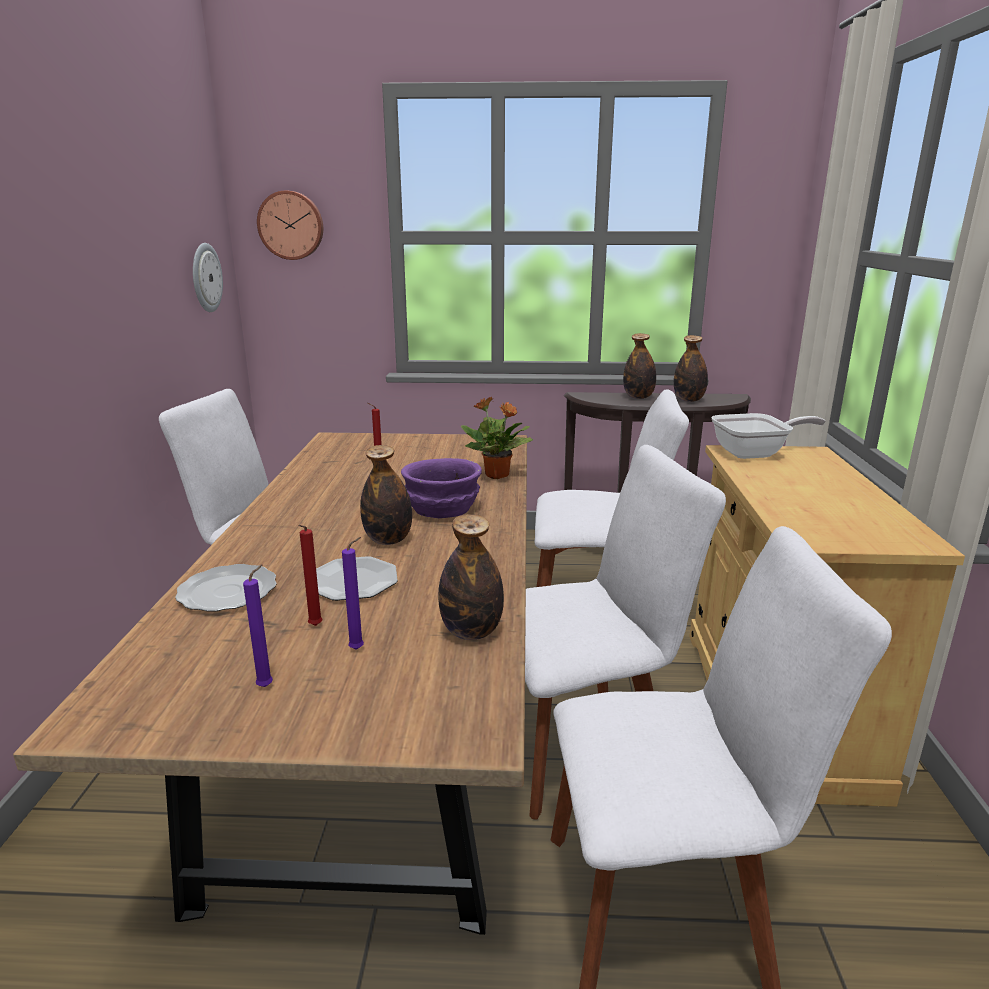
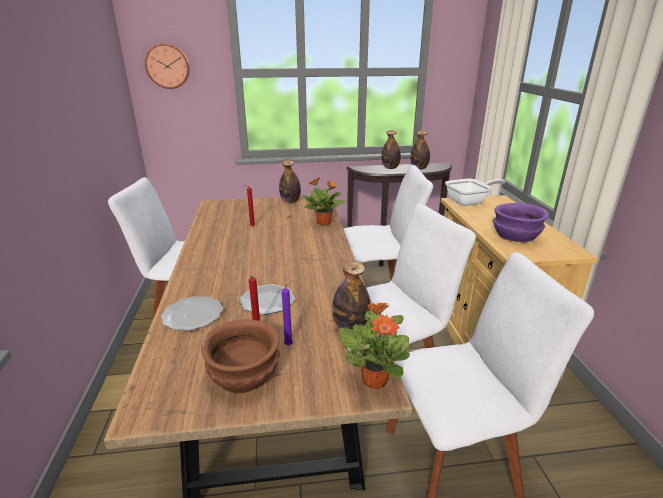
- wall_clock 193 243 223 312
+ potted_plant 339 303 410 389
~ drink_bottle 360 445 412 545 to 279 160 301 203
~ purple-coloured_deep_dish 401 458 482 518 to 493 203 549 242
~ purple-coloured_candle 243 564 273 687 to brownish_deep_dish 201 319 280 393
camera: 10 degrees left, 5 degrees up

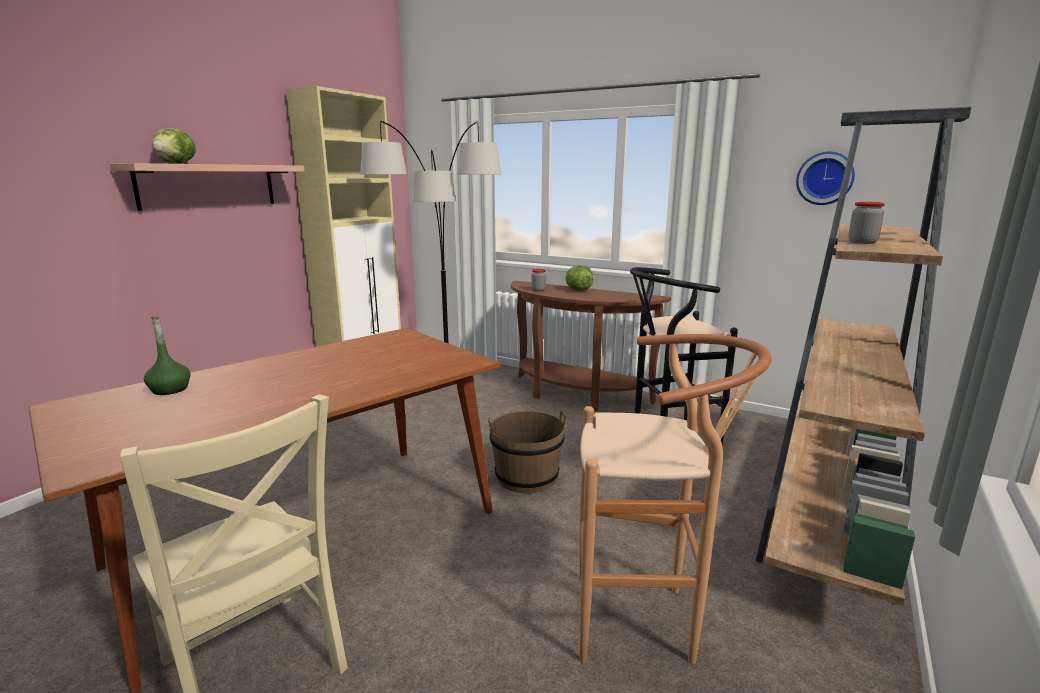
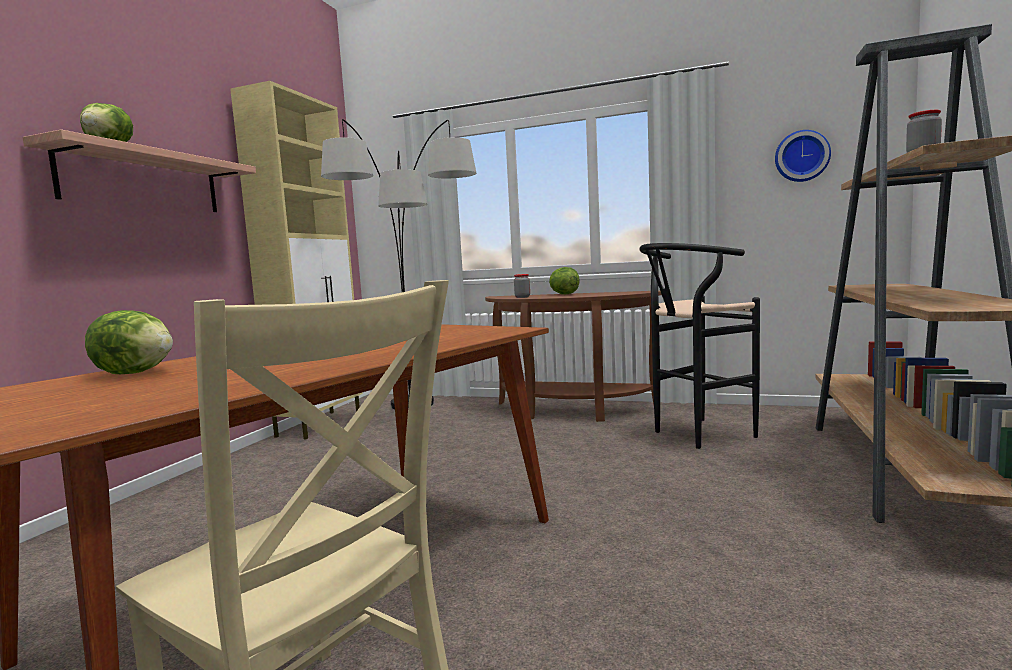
- brownish_pail 488 410 566 493
- brownish_sitting_stool 579 334 772 664
~ greenish_drink_bottle 144 317 190 395 to lettuce 85 310 173 374
camera: 10 degrees left, 10 degrees down

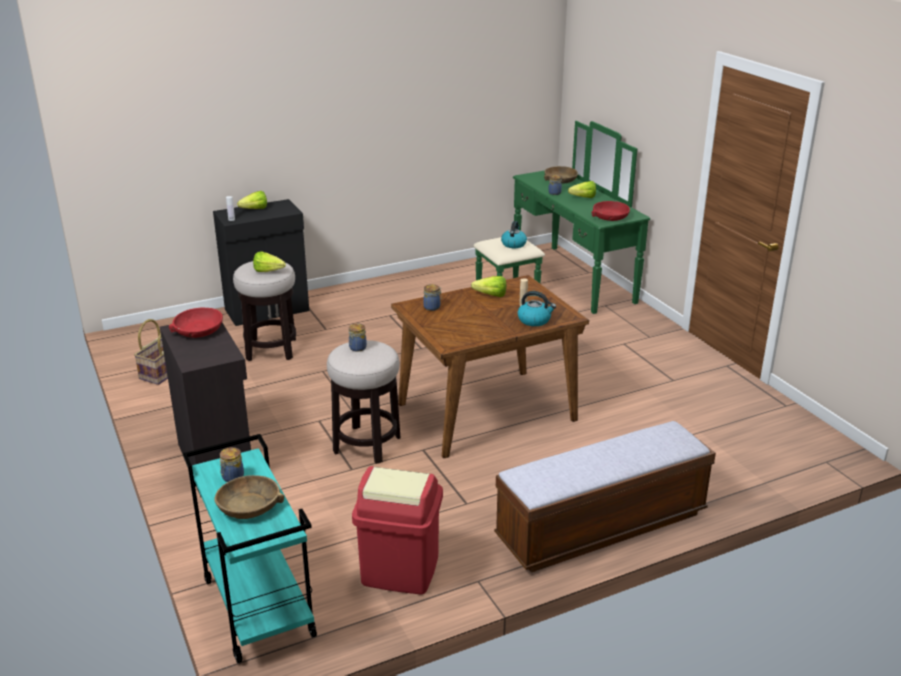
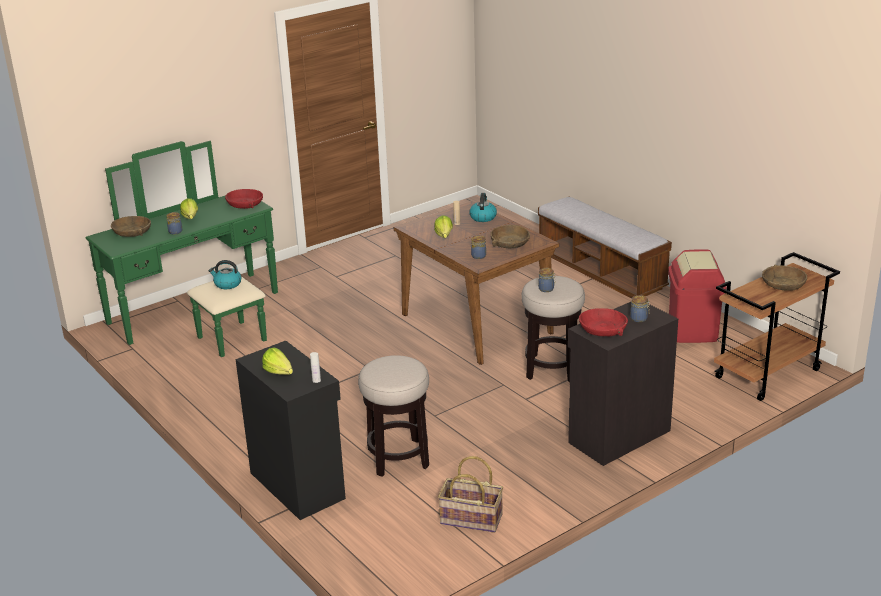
- lettuce 253 251 286 272
+ brownish_deep_dish 490 225 530 248
~ preserve_jar 219 447 244 482 to 630 295 650 322
~ turquoise-coloured_cart 183 434 317 663 to brownish_cart 714 252 840 401
camera: 100 degrees left, 0 degrees up

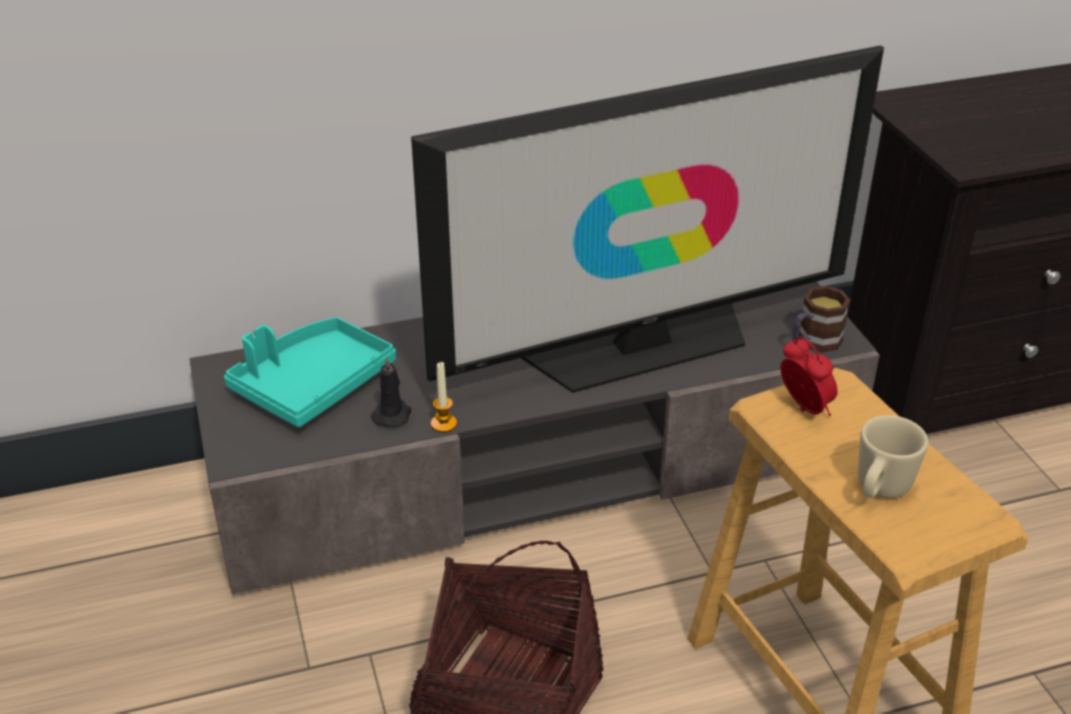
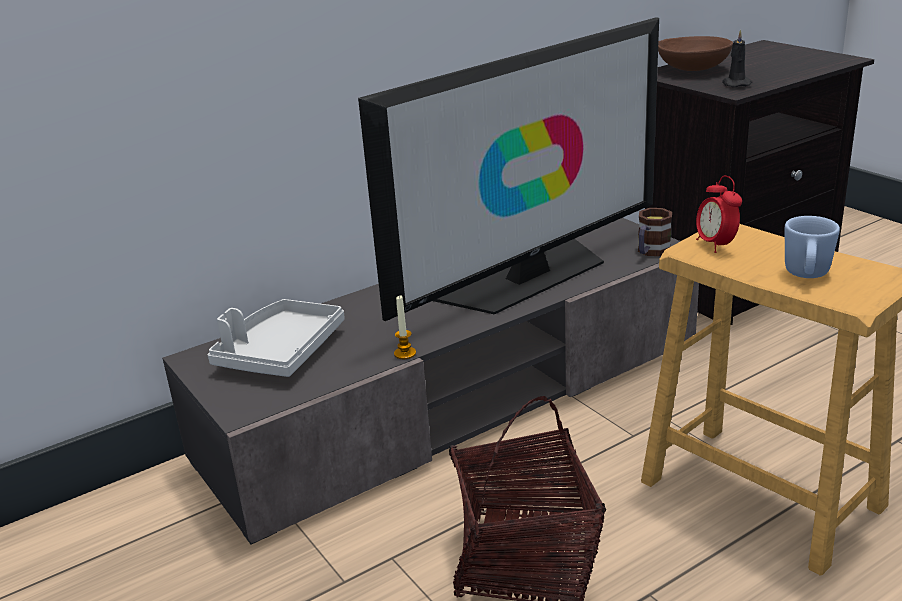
+ brownish_deep_dish 658 36 733 71
~ black-coloured_candle 371 357 411 428 to 722 29 752 87
~ turquoise-coloured_carrying_tray 224 317 396 427 to grey_carrying_tray 207 299 345 377
~ beige-coloured_tea_mug 858 415 928 498 to blue_tea_mug 785 216 840 278
~ table_clock 780 336 838 416 = 696 175 742 253 150 degrees counterclockwise
camera: 15 degrees left, 10 degrees down

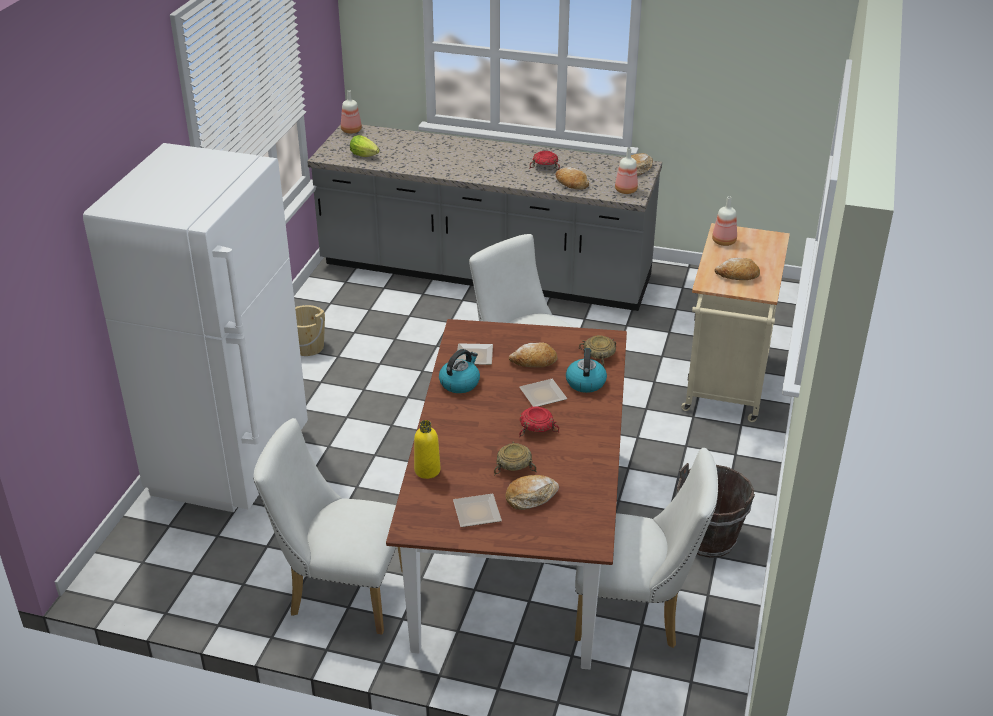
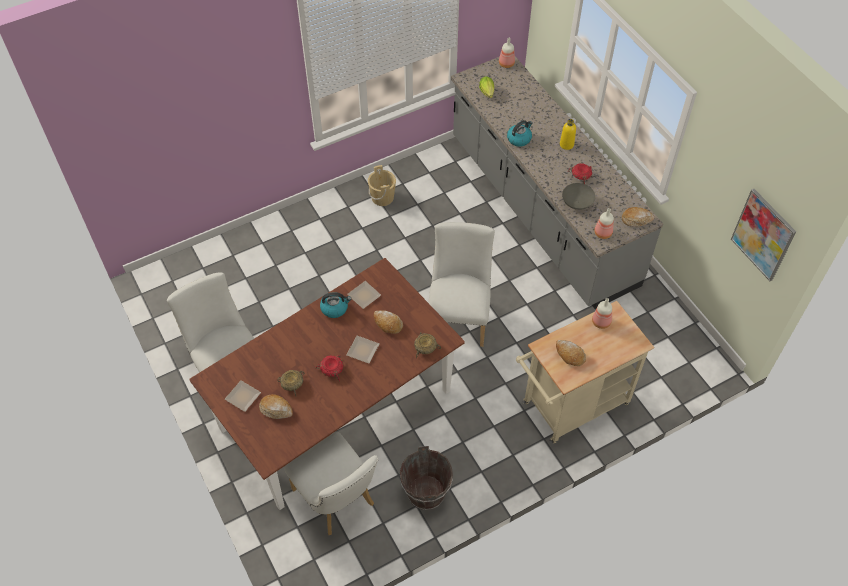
- white-coloured_fridge 83 143 308 512
+ wall_art 731 189 796 281
~ yellowish_drink_bottle 414 420 440 479 to 560 119 576 150
~ kettle 566 348 607 393 to 507 120 533 147
~ bakery_bread 556 167 589 190 to grey_deep_dish 562 183 595 210
camera: 45 degrees right, 20 degrees up

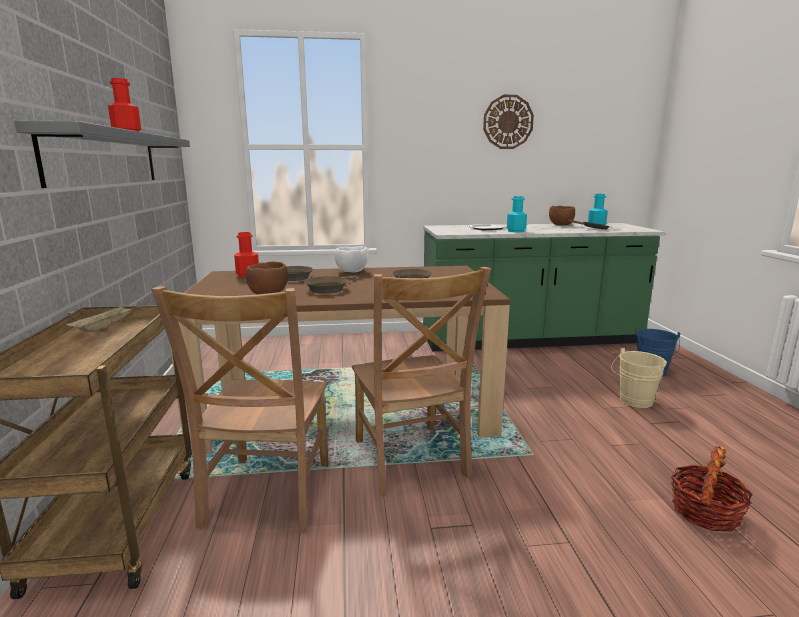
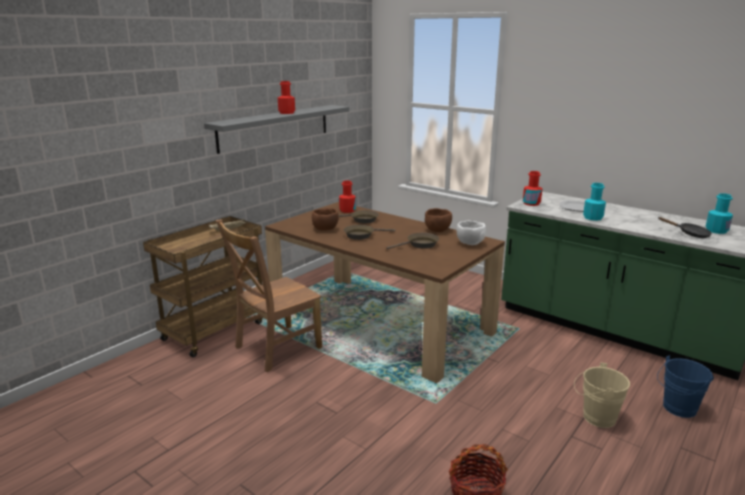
- brownish_plain_chair 352 267 491 496
- wall_clock 483 95 534 149
+ red_drink_bottle 523 171 543 206
~ white-coloured_deep_dish 335 246 368 272 to 457 220 486 245
~ brownish_deep_dish 549 206 575 225 to 425 208 452 232
camera: 45 degrees right, 5 degrees up

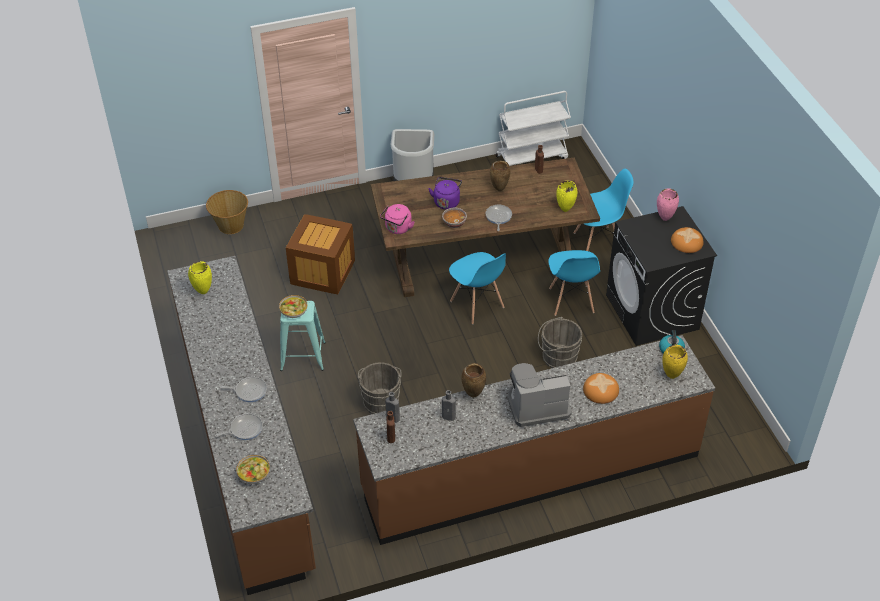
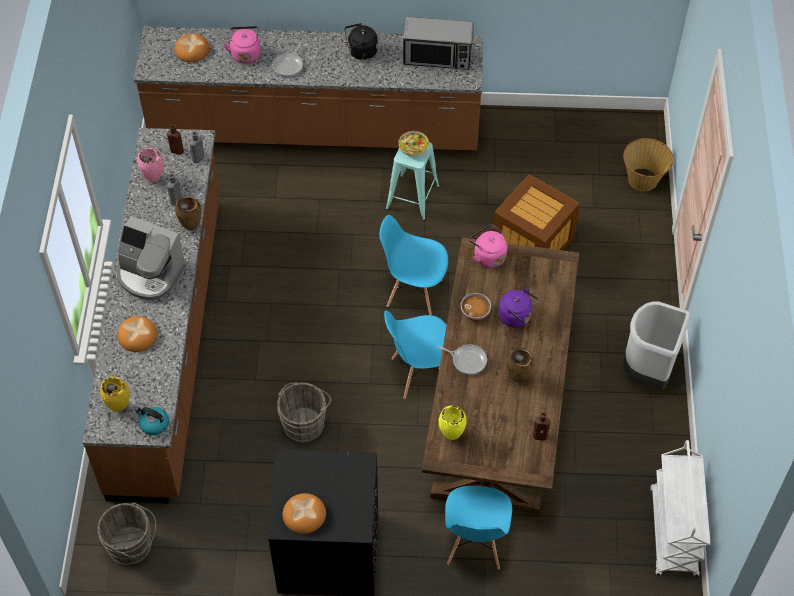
+ black-coloured_kettle 345 23 378 60
~ grey_pail 358 362 401 414 to 97 502 156 565
~ blue_plain_chair 548 250 600 316 to 380 215 448 315
~ pink-coloured_flower_vase 657 188 679 221 to 137 148 164 183
~ yellowish_flower_vase 188 261 212 294 to kitchen_microwave 403 17 474 70
~ skillet 215 413 263 440 to pink-coloured_kettle 223 26 261 64
~ deep_dish 236 455 270 484 to bakery_bread 174 33 209 62
~ coffee_machine 508 363 572 427 = 116 216 186 300 105 degrees clockwise
camera: 110 degrees right, 10 degrees up

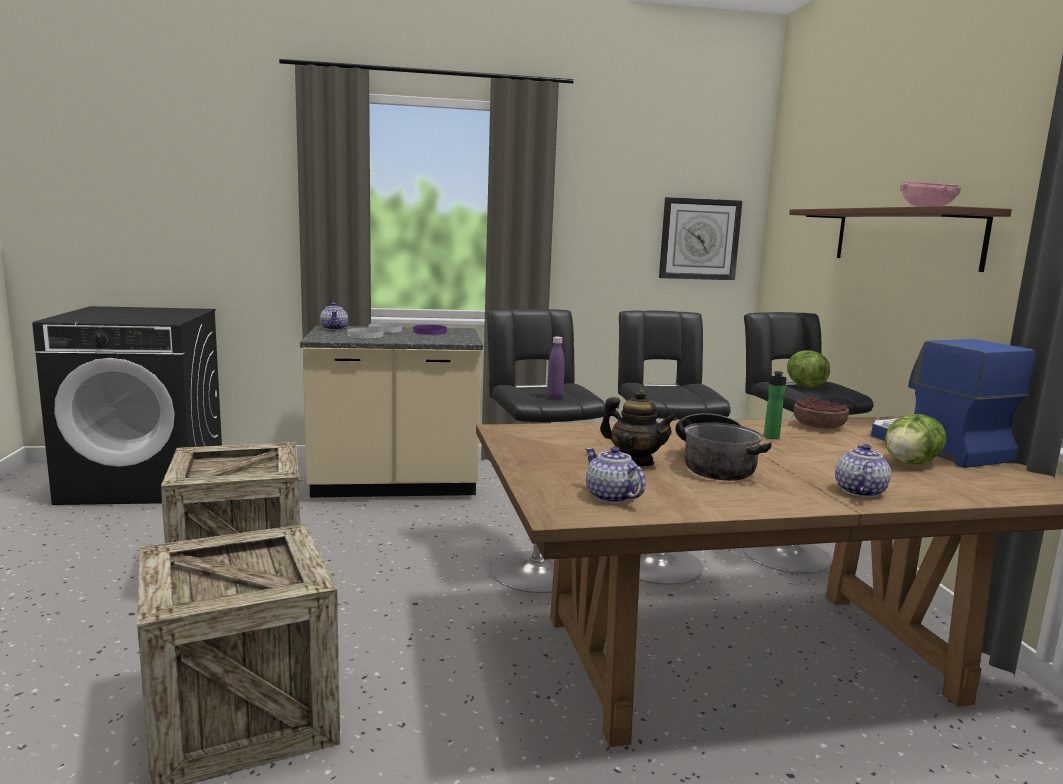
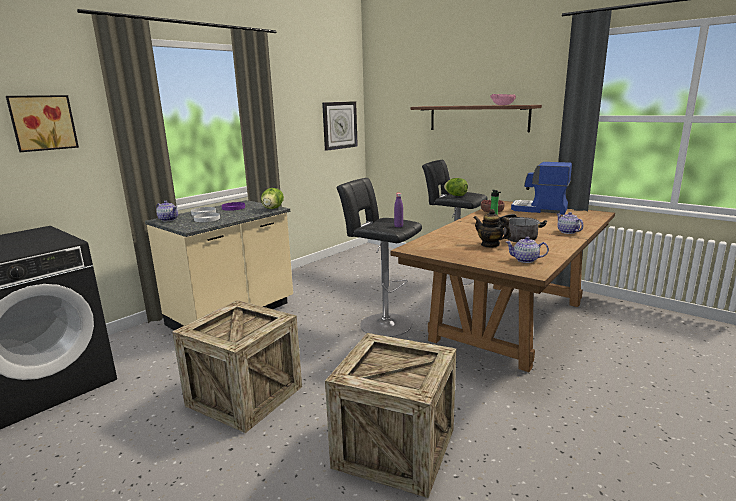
- black-coloured_sitting_stool 618 311 731 584
+ wall_art 6 95 79 152
~ lettuce 885 414 946 464 to 261 188 284 209
~ pot_for_tea 600 388 677 466 = 474 209 511 248 135 degrees counterclockwise
camera: 40 degrees left, 5 degrees up

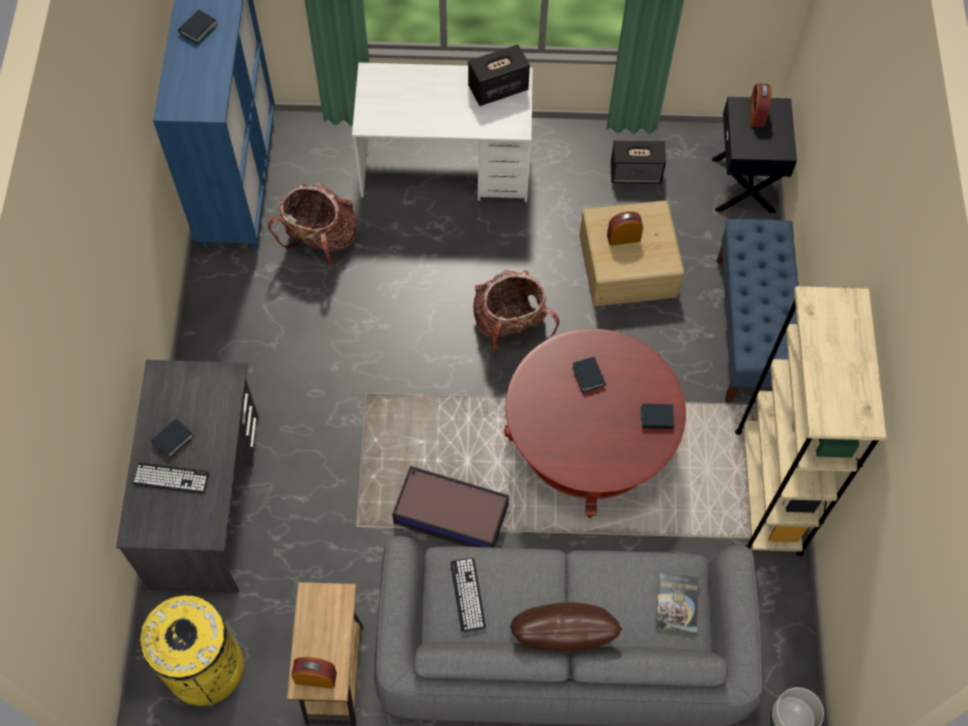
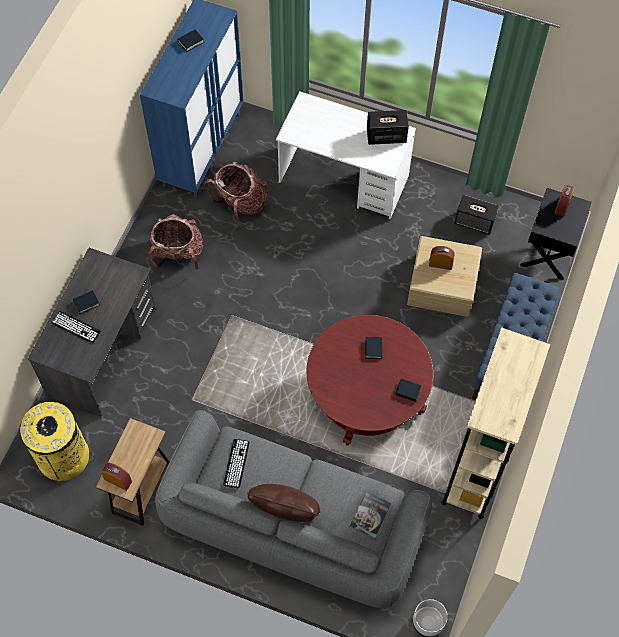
- storage_box 392 466 509 548
~ knapsack 473 270 559 350 to 148 214 203 269
camera: 20 degrees right, 0 degrees up

